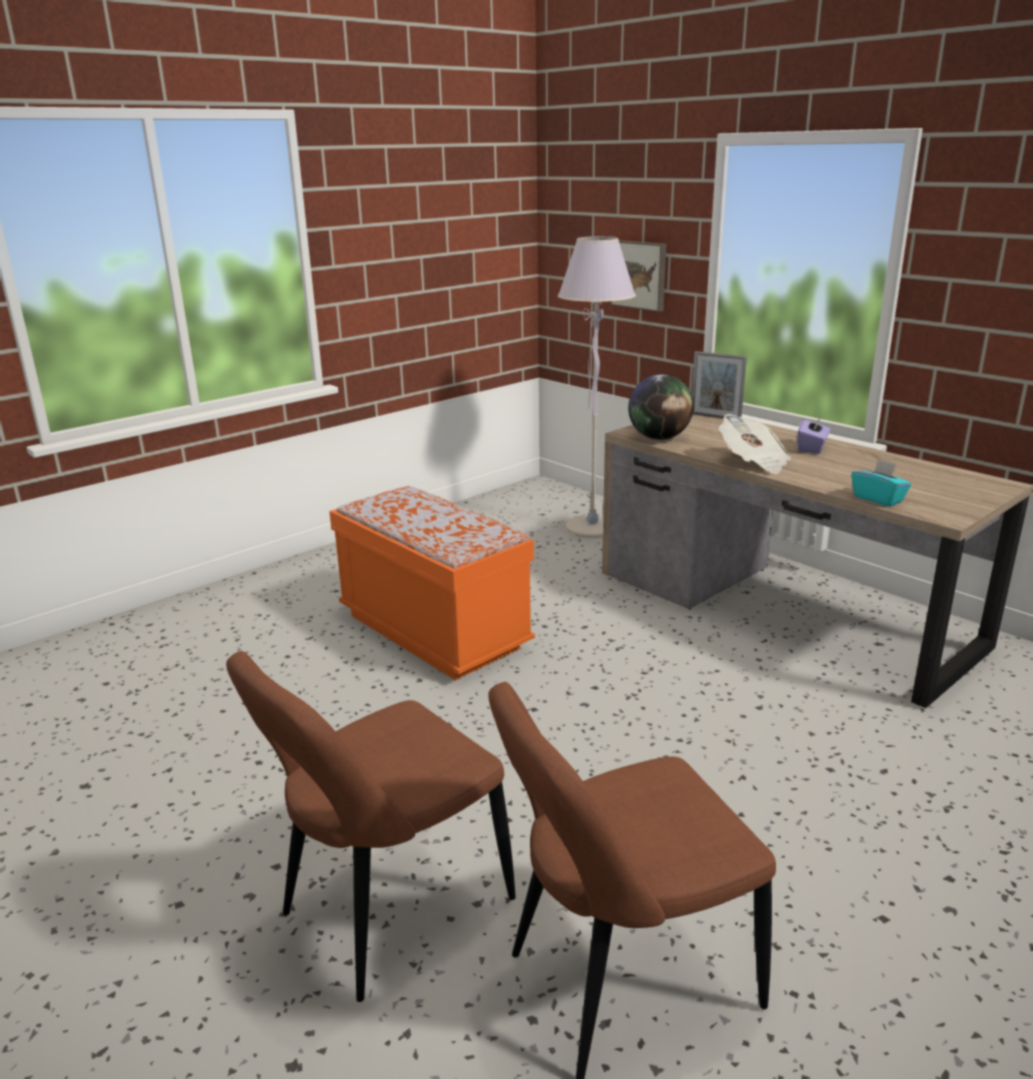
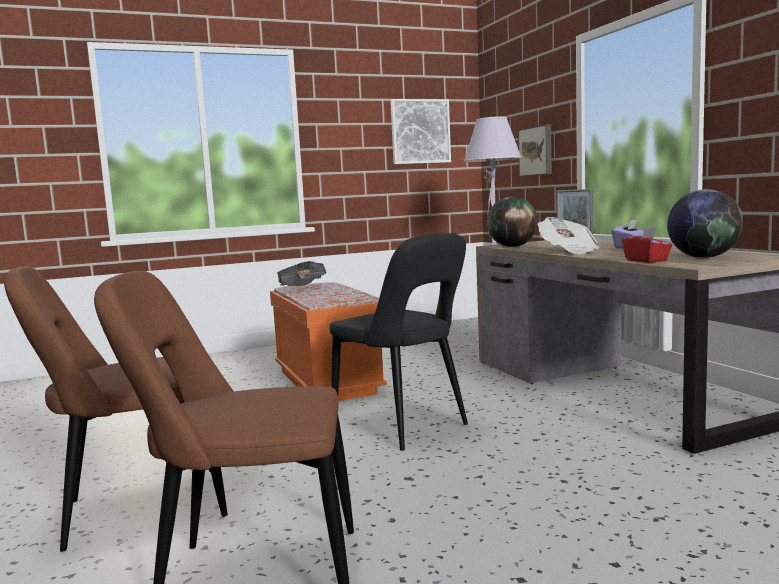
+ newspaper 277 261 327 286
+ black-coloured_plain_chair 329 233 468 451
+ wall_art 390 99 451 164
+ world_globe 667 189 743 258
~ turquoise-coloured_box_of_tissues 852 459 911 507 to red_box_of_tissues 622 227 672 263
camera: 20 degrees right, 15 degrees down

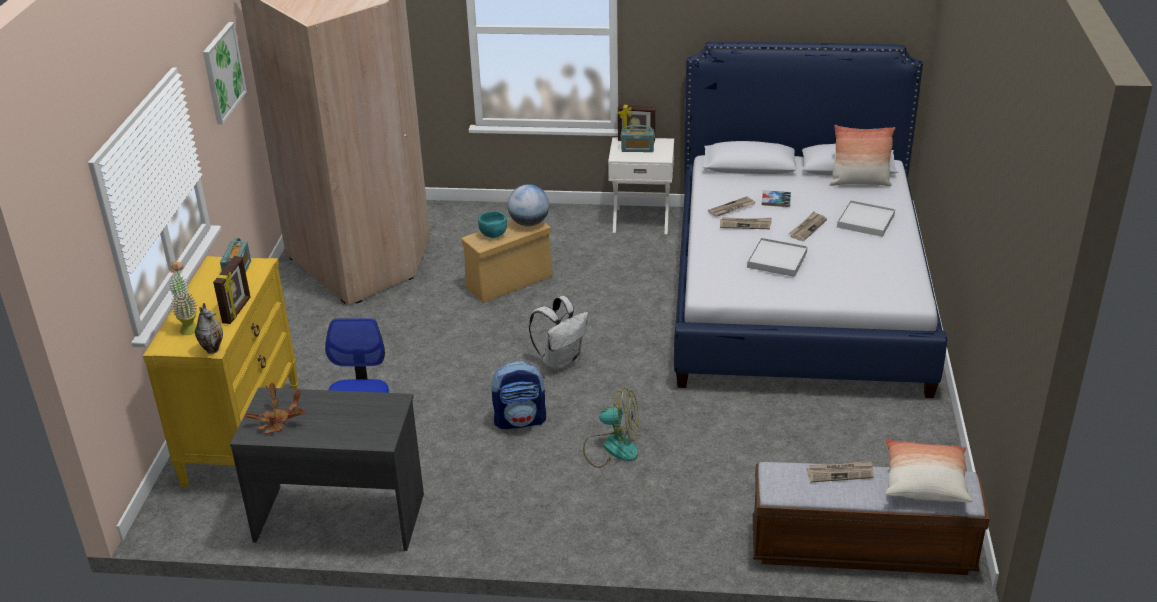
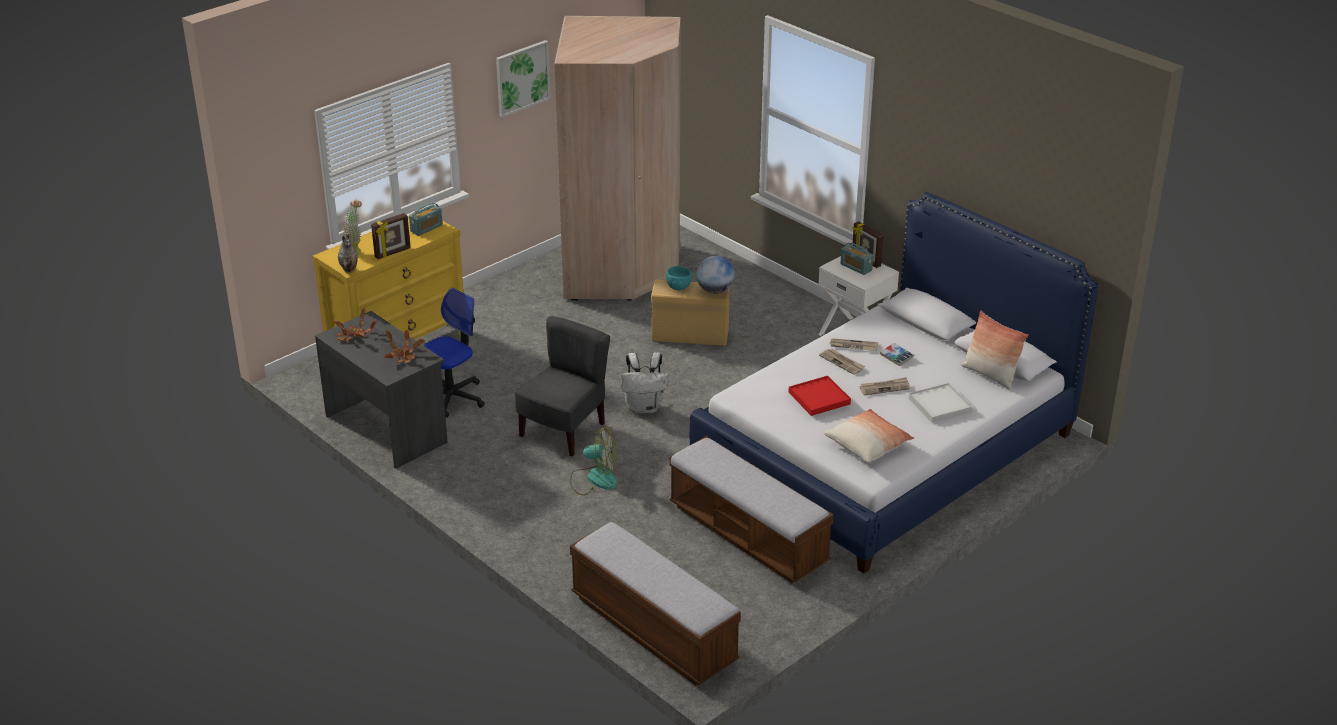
- newspaper 807 461 874 482
+ potted_plant 384 330 425 363
+ bench 670 436 834 583
~ throw_pillow 885 439 972 502 to 823 409 914 463
~ knapsack 492 361 546 429 to grey_plain_chair 515 316 610 457
~ white-coloured_carrying_tray 747 238 808 277 to red_carrying_tray 789 376 851 416
~ fan 583 387 639 468 = 570 427 617 495 45 degrees counterclockwise
camera: 40 degrees right, 0 degrees up

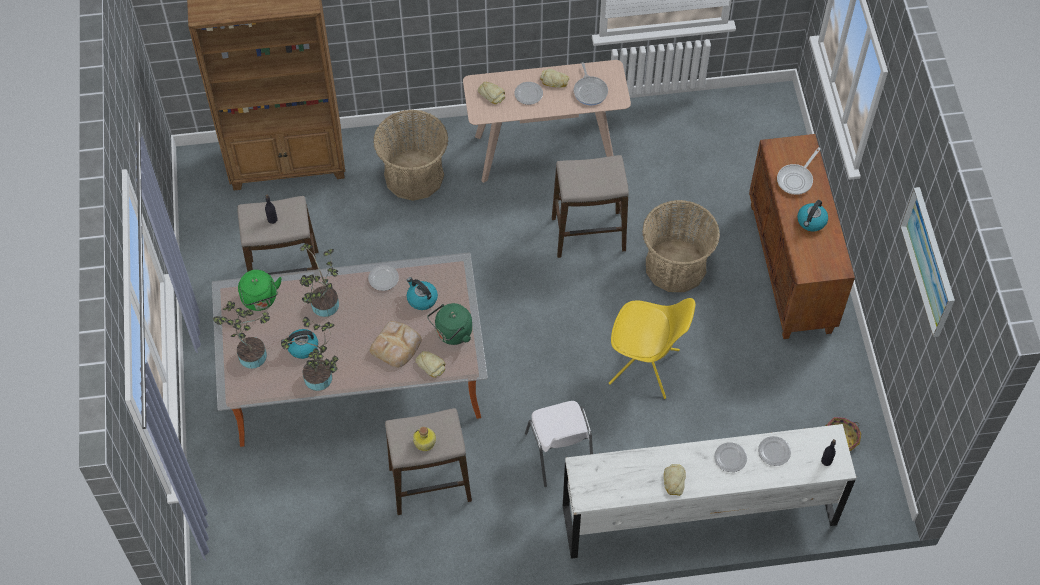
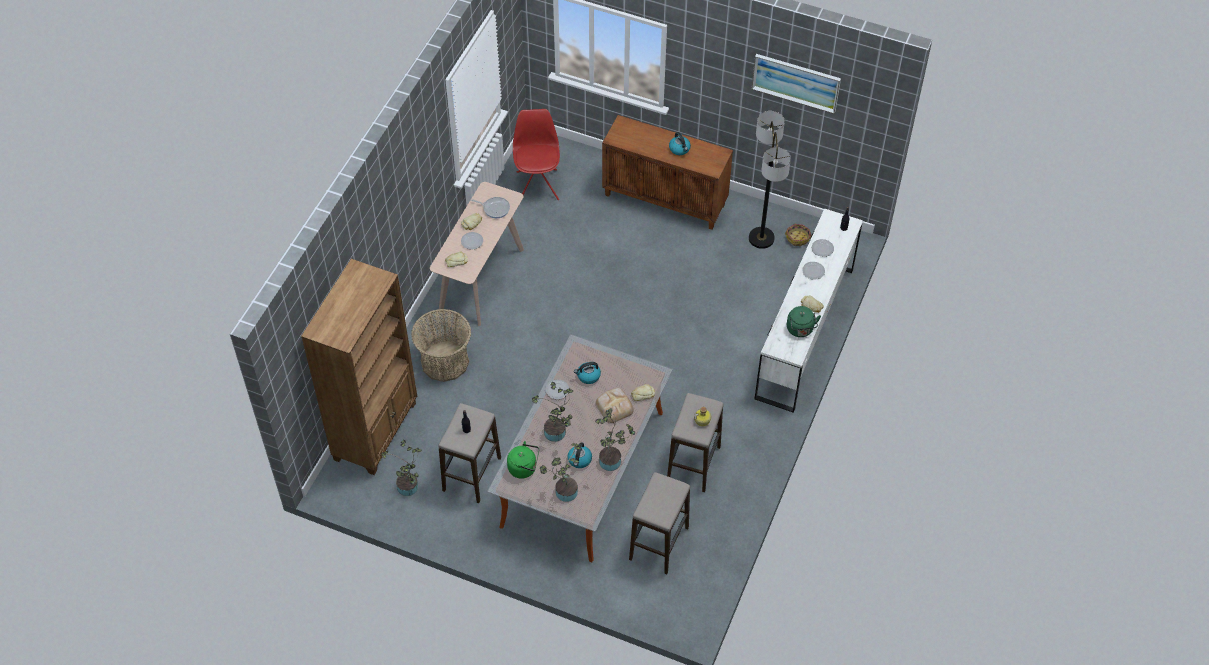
- white-coloured_plain_chair 525 401 593 487
- yellowish_plain_chair 609 298 695 399
- household_basket 642 200 720 292
- skillet 777 147 821 195
+ potted_plant 381 440 422 496
+ red_plain_chair 513 109 560 200
+ standard_lamp 749 111 791 249
~ greenish_kettle 427 303 472 345 to 787 306 821 337
~ sitting_stool 552 155 629 258 to 629 472 690 575
camera: 60 degrees left, 5 degrees down

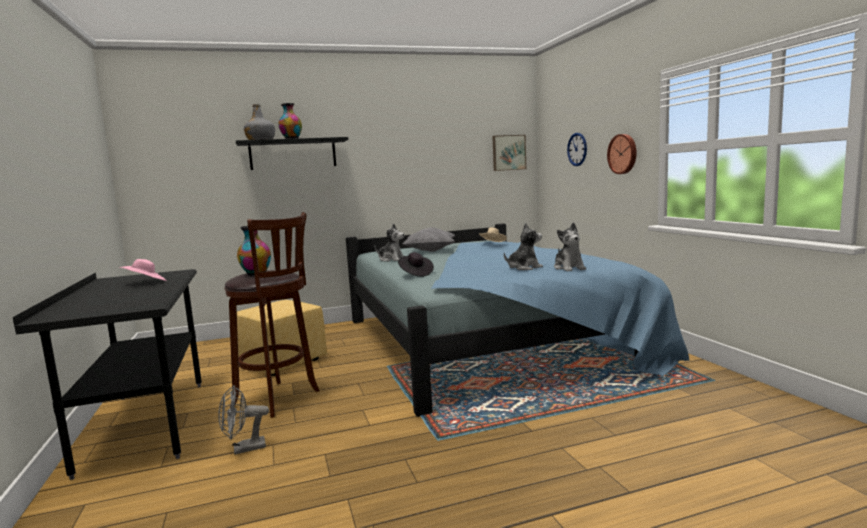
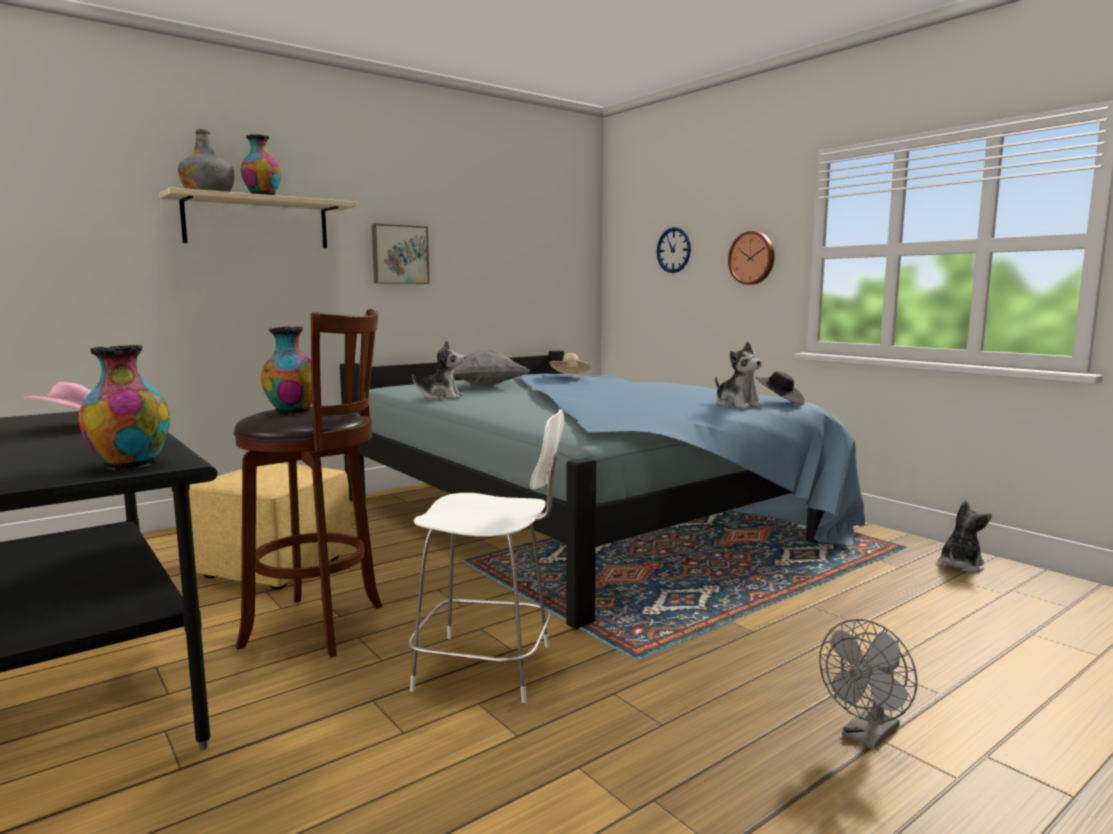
+ flower_vase 79 345 170 470
+ white-coloured_plain_chair 408 409 564 703
~ grey_fan 218 385 269 455 to 819 619 918 749
~ black-coloured_wearable_hat 398 252 434 277 to 756 371 805 405
~ wall_art 492 135 526 171 to 372 224 430 284
~ plush_toy 504 223 543 270 to 938 501 992 572
~ black-coloured_wall_shelf 236 137 348 170 to beige-coloured_wall_shelf 159 187 358 248
camera: 20 degrees left, 0 degrees up

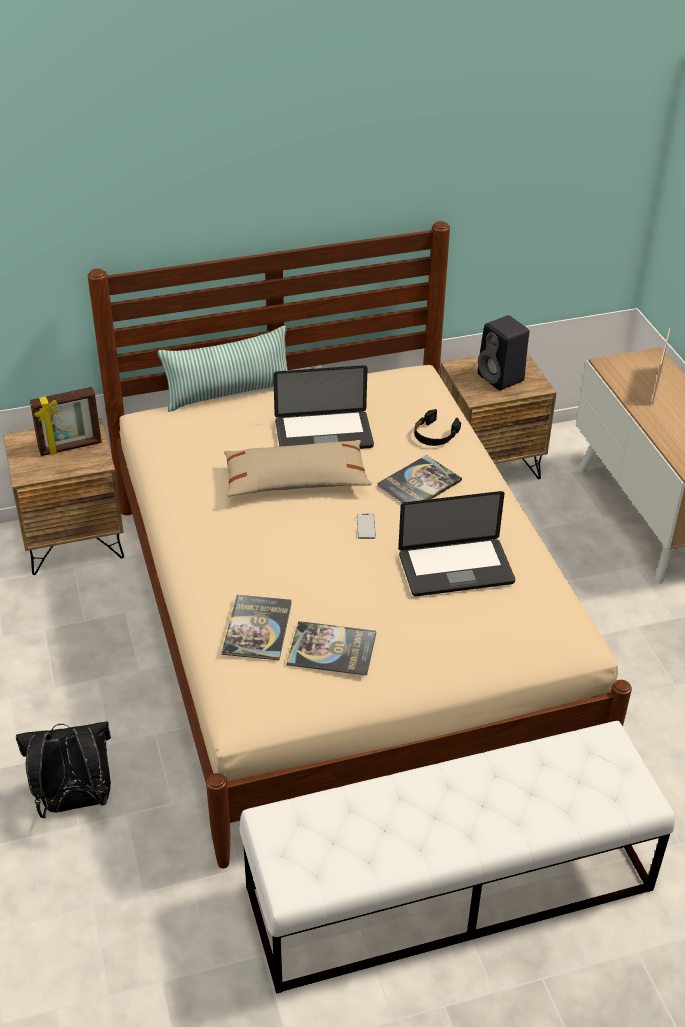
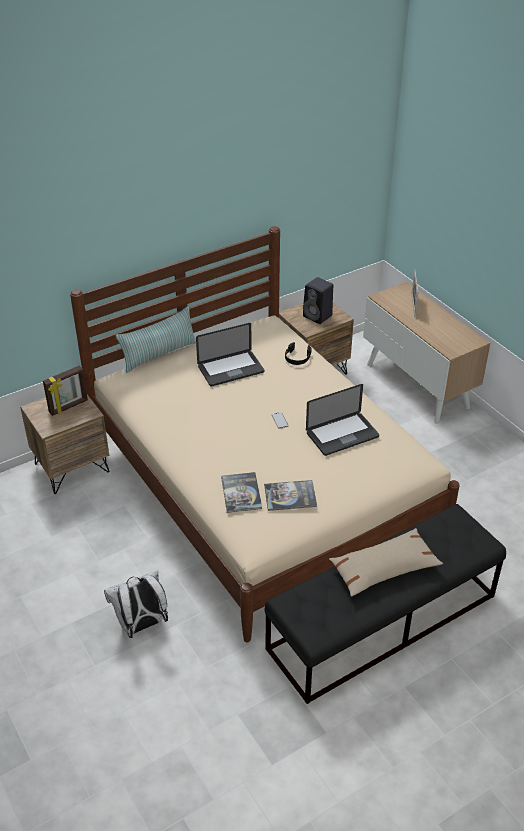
- bound_book 377 455 462 503
~ beige-coloured_throw_pillow 224 440 372 497 to 329 528 443 597
~ black-coloured_knapsack 16 721 111 818 to white-coloured_knapsack 104 570 168 638
~ white-coloured_bench 239 721 675 994 to black-coloured_bench 264 504 506 704
camera: 15 degrees left, 0 degrees up

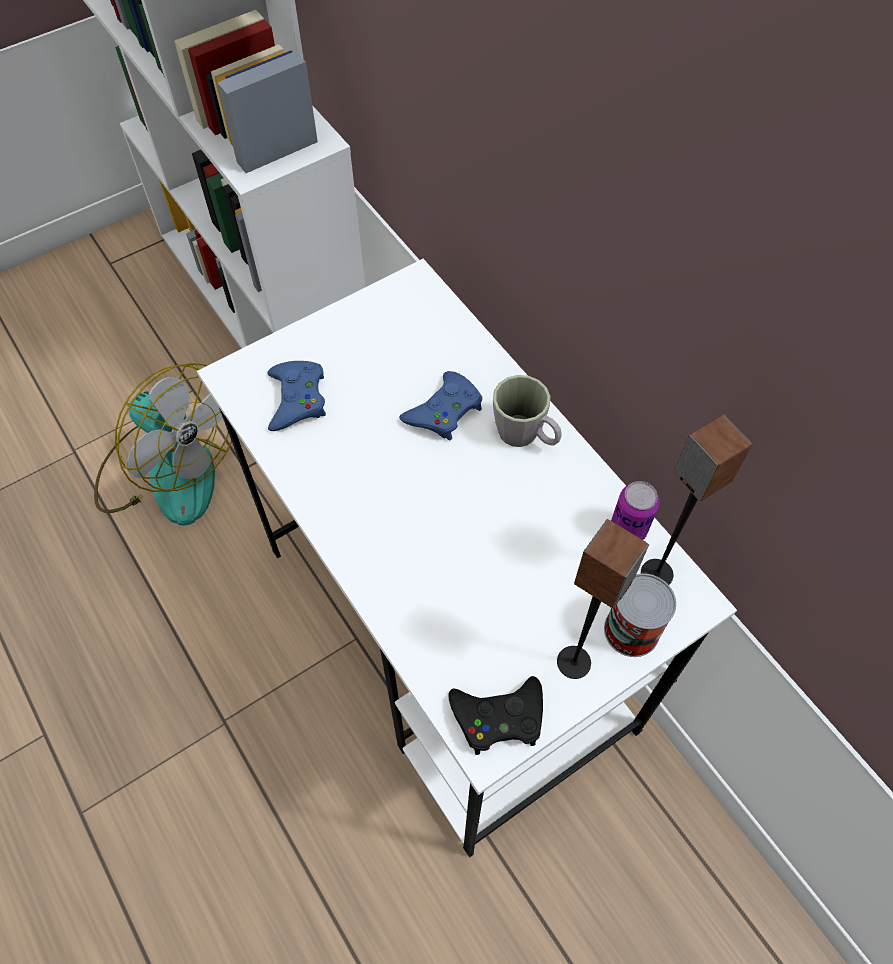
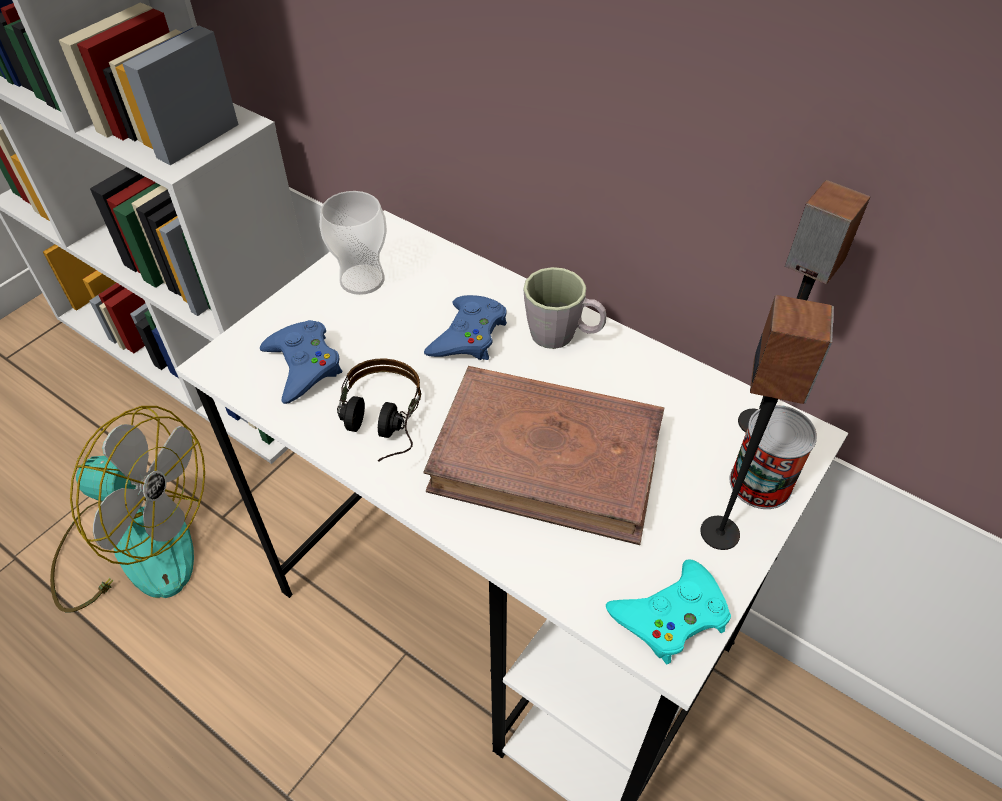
- metal_can 611 481 659 540
+ small_cup 319 191 387 295
+ headset 337 358 421 462
+ brownish_bound_book 423 366 664 545
~ black-coloured_game_controller 449 676 543 755 to turquoise-coloured_game_controller 606 559 731 664
camera: 20 degrees left, 10 degrees down

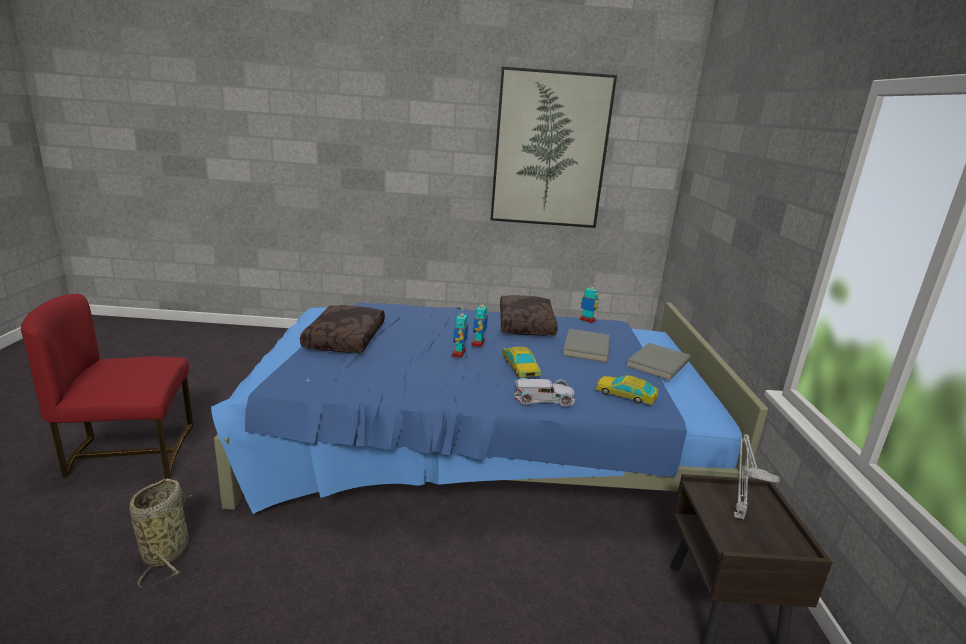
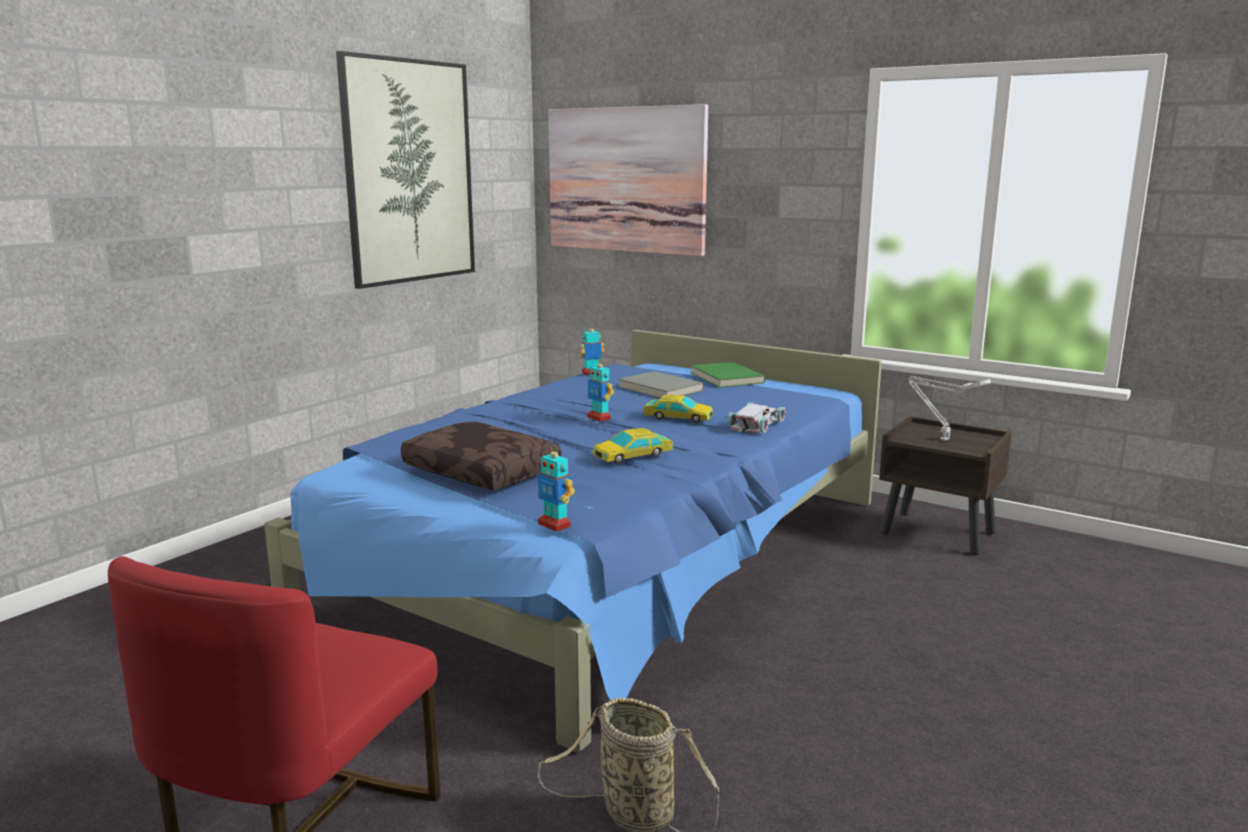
- brownish_throw_pillow 500 295 558 336
+ wall_art 548 104 708 256
~ robot_figure 452 311 468 358 to 537 444 575 532
~ model_car 596 375 658 405 to 592 428 673 464
~ grey_bound_book 626 343 691 380 to greenish_bound_book 691 362 765 388
camera: 55 degrees left, 5 degrees down

